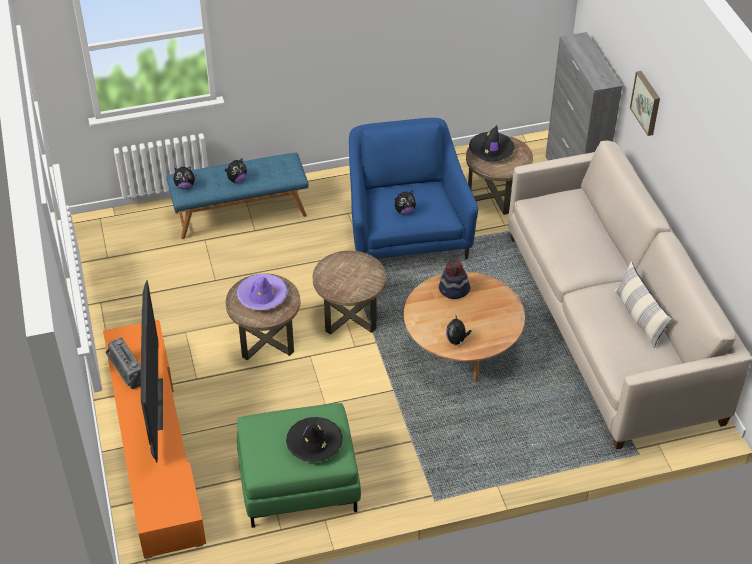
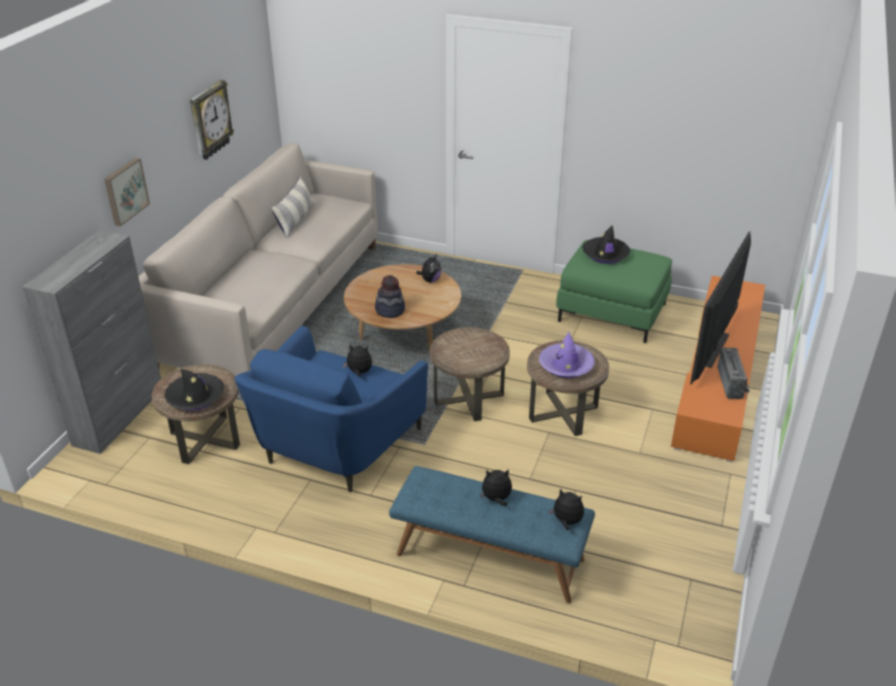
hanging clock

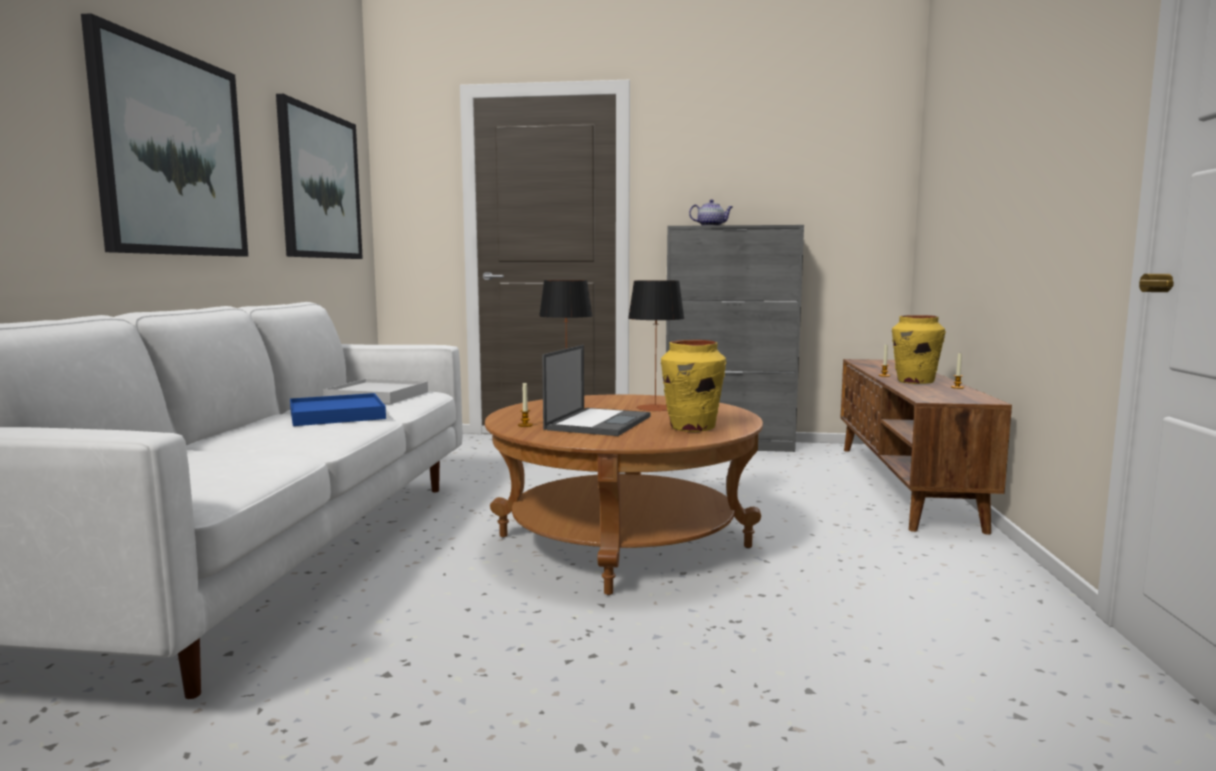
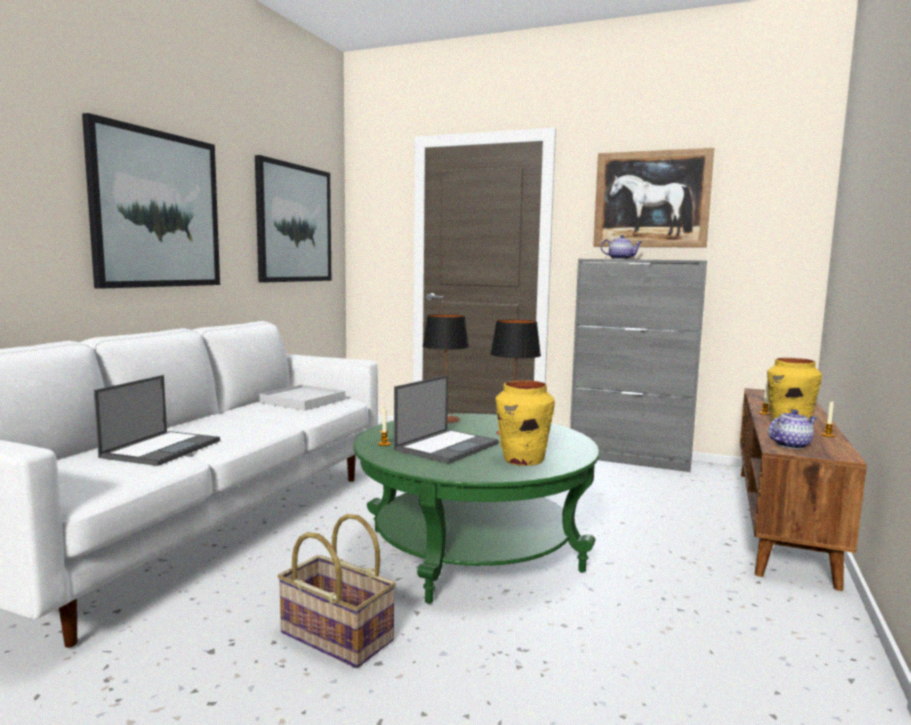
blue-coloured serving tray
notebook computer (1st from left)
storage basket
picture (3rd from left)
tea pot (2nd from left)
green low table

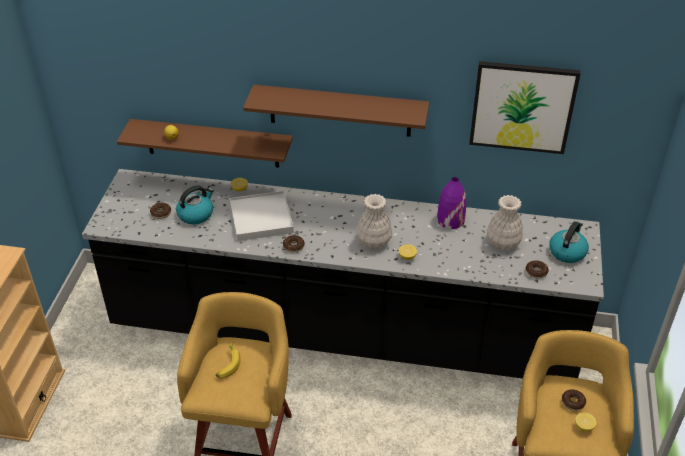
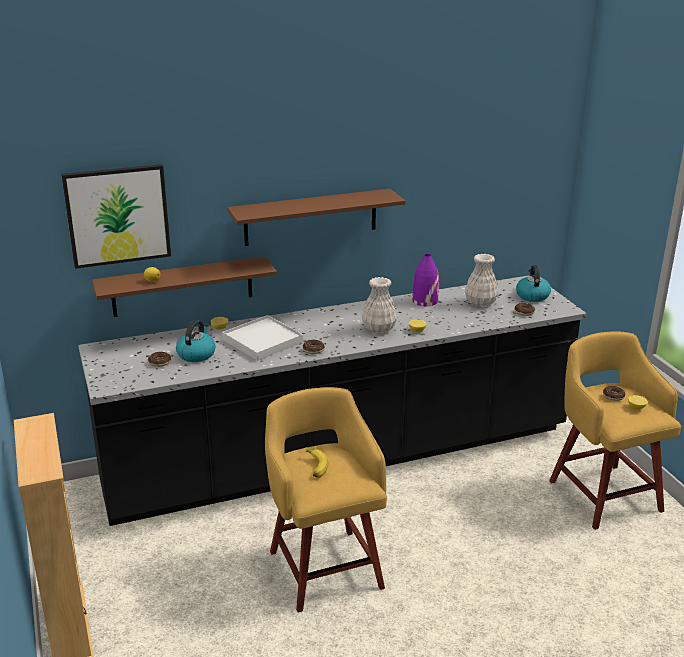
picture

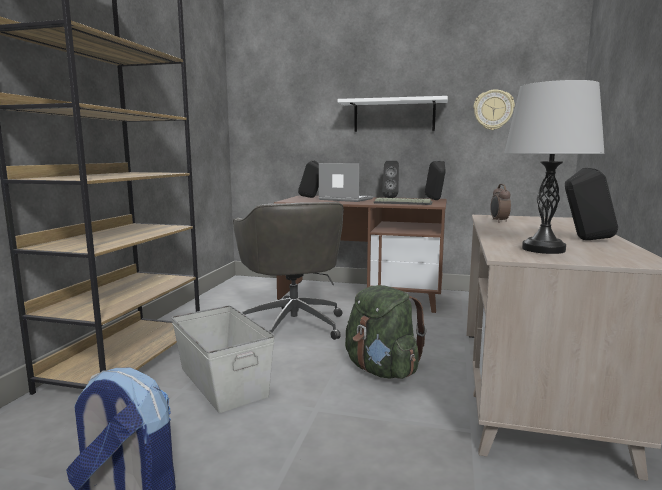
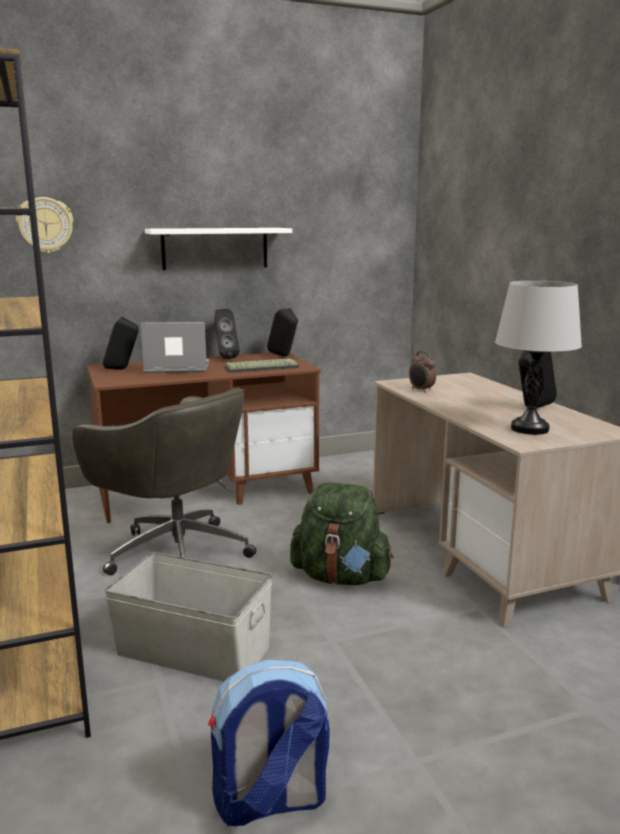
hanging clock

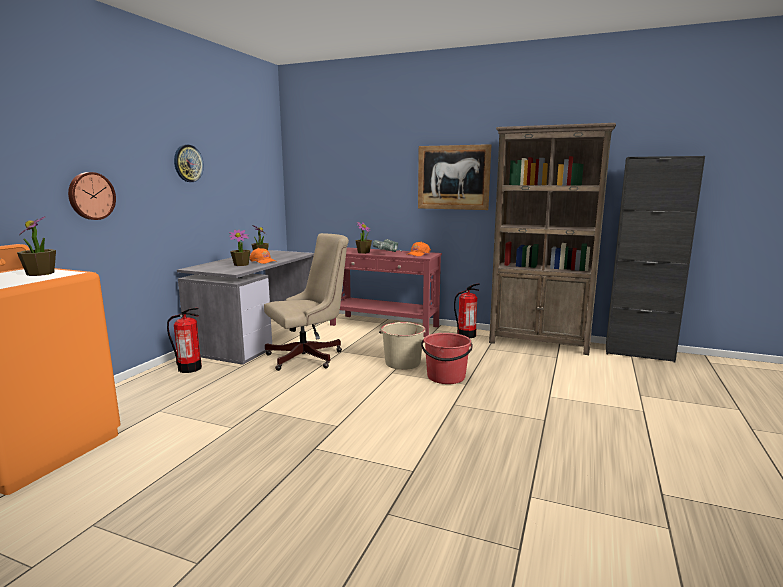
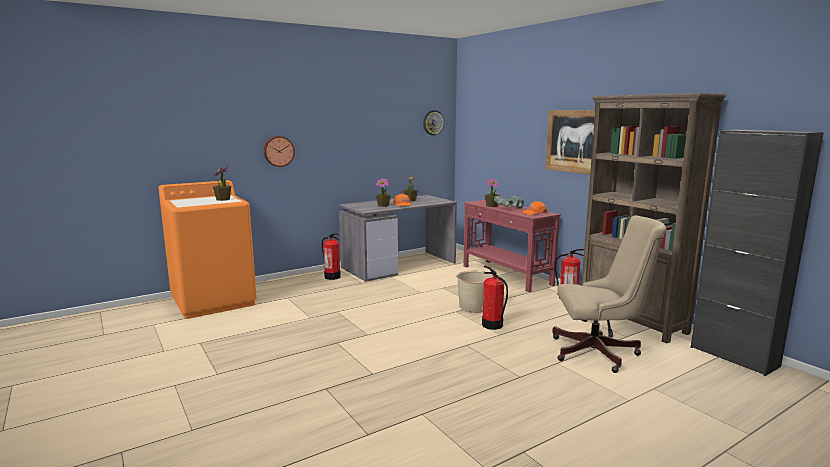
hanging clock (2nd from left)
beige desk chair
fire-fighting cylinder (2nd from left)

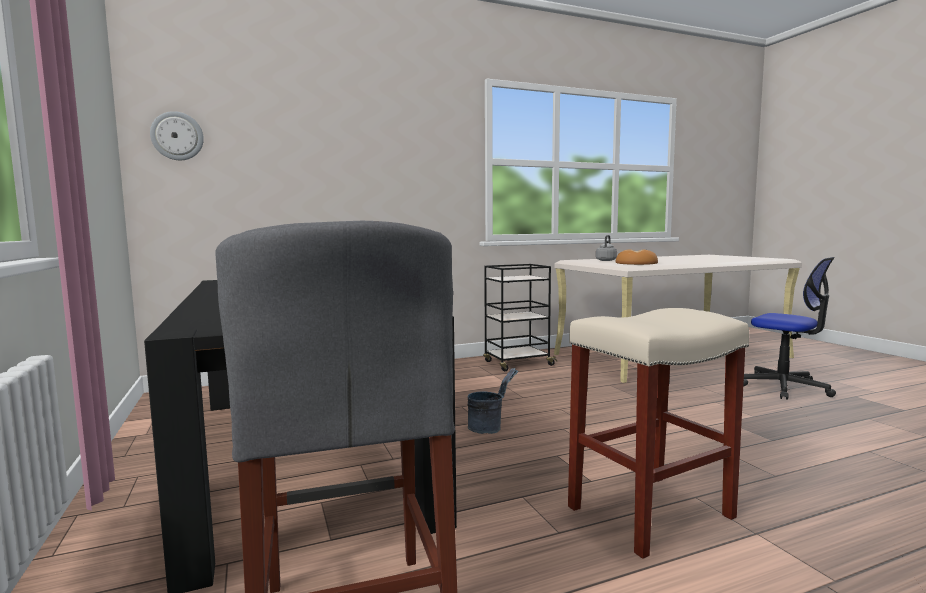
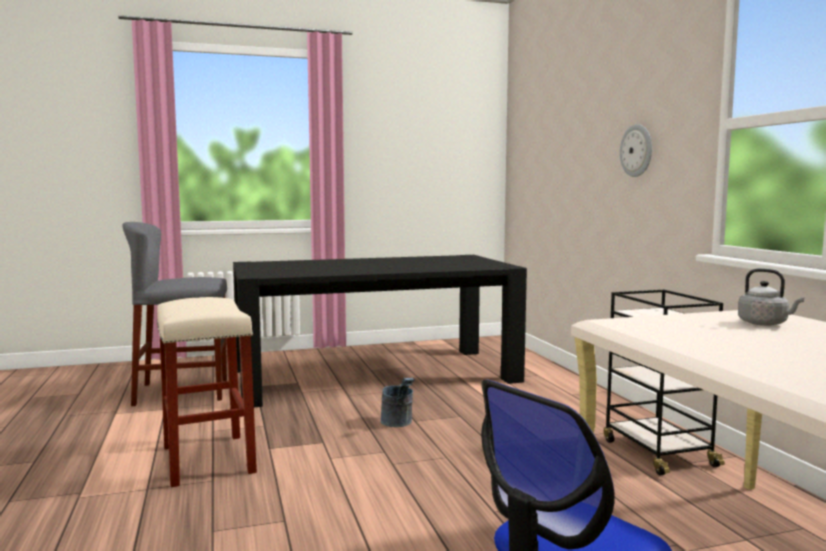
bread
hanging clock

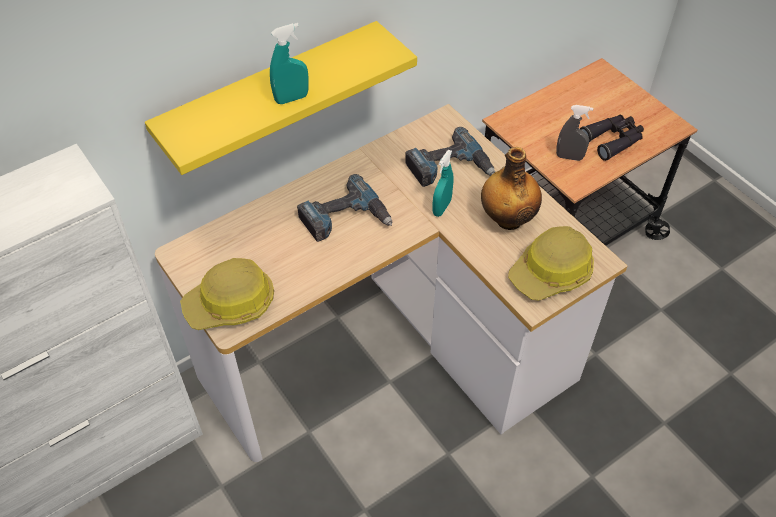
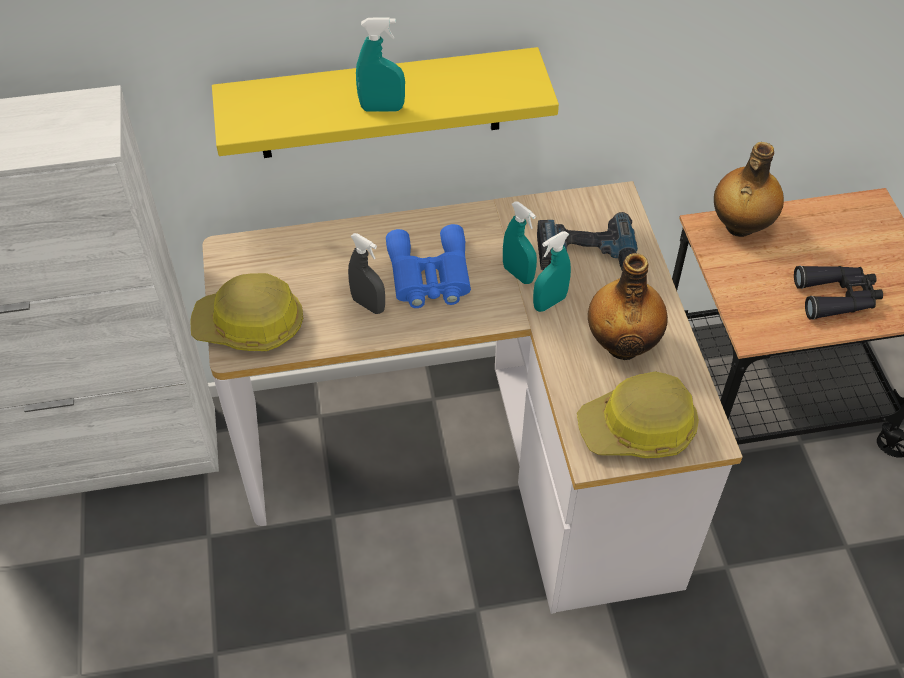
turquoise-coloured sprayer (2nd from left)
beverage bottle (2nd from left)
gray sprayer
blue-coloured binoculars

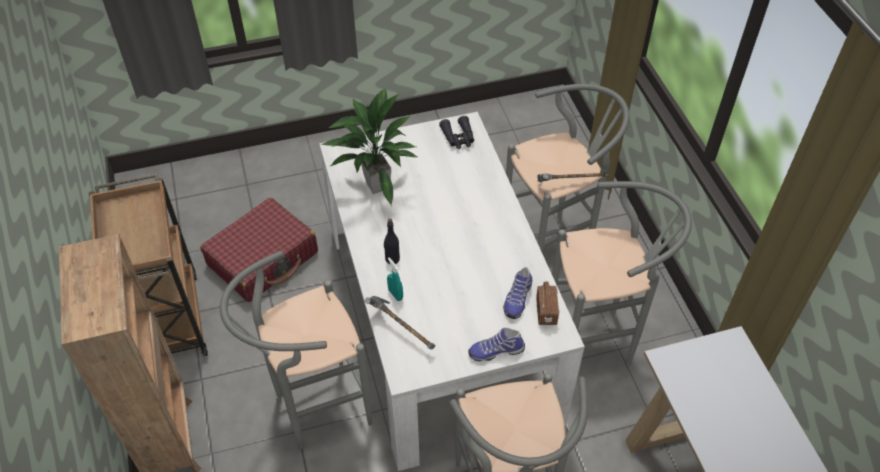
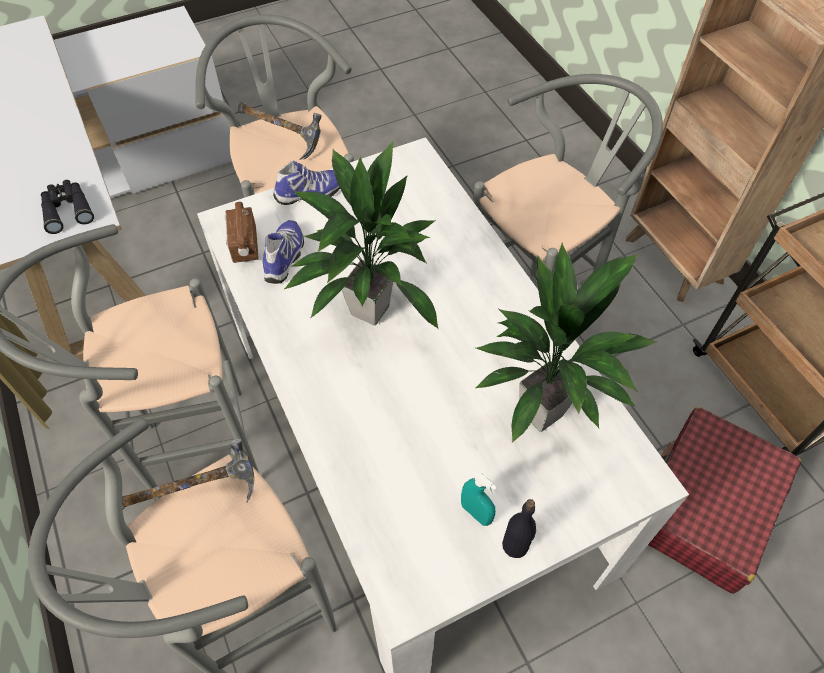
plant in a pot (1st from left)
hand hammer (2nd from left)
black beverage bottle
turquoise-coloured sprayer
black binoculars

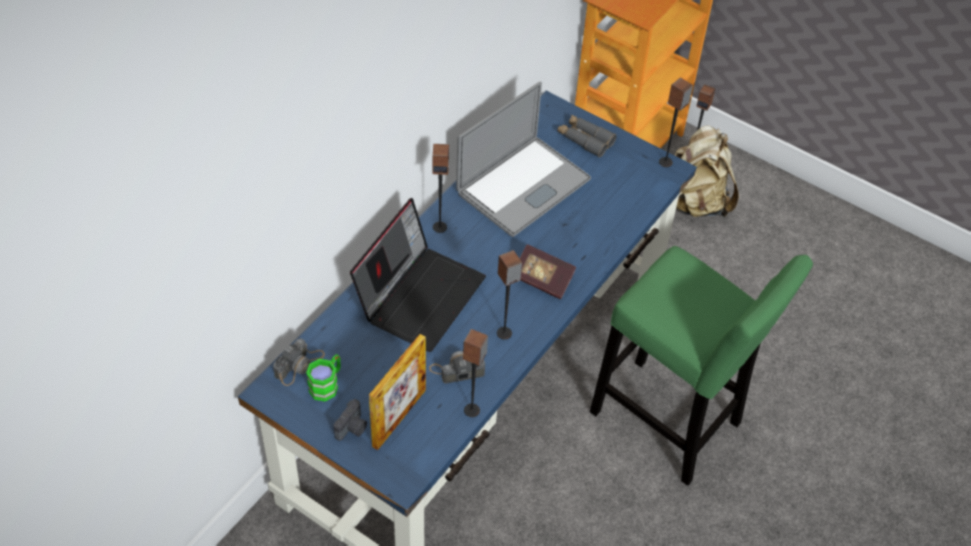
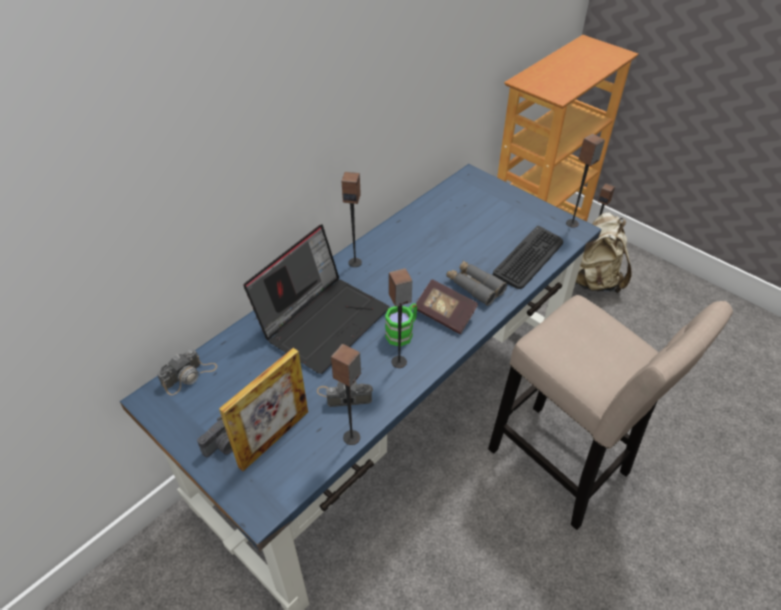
notebook computer (2nd from left in the first image)
computer keyboard
green tea mug
gray binoculars
beige stool seat

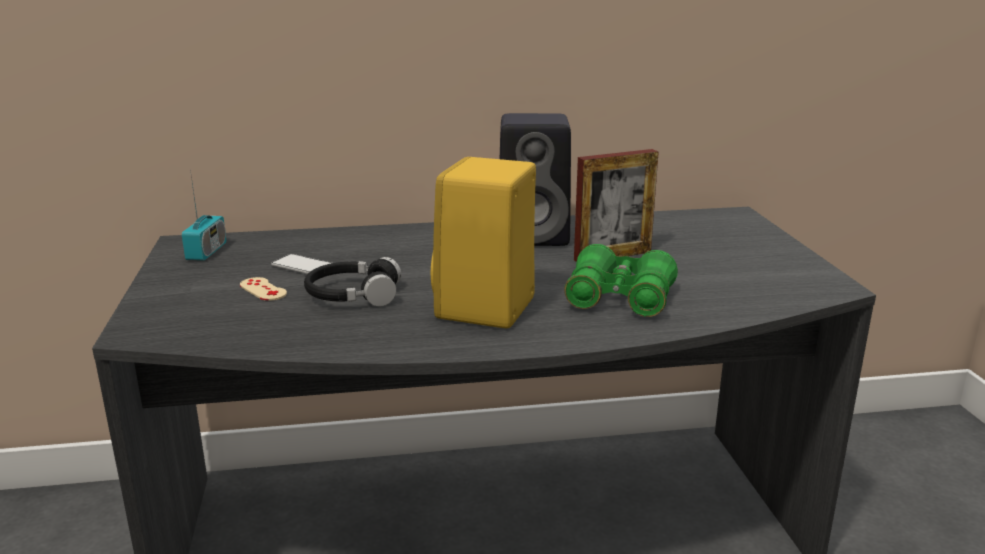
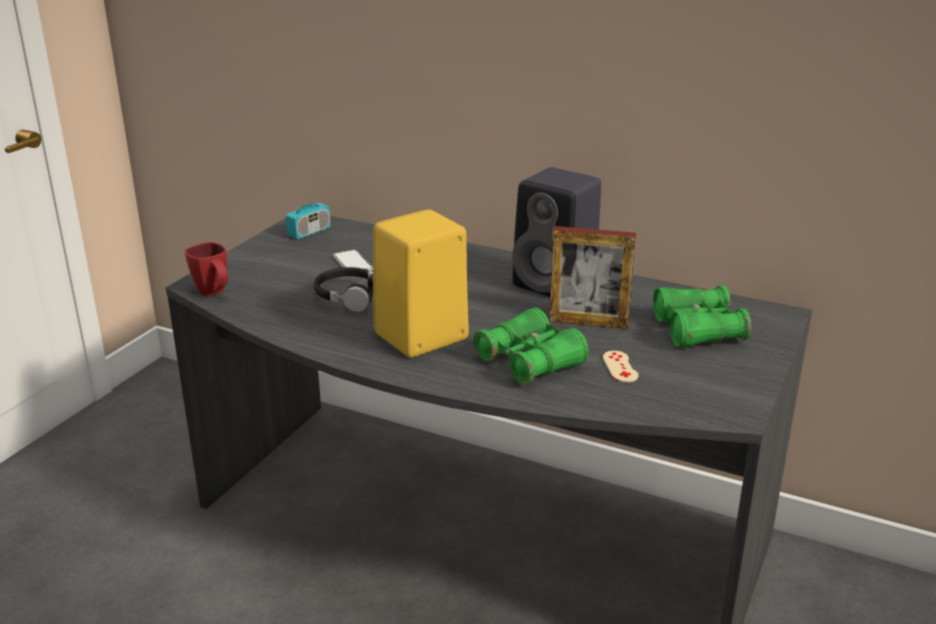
red tea mug
green binoculars (2nd from left)
beige game controller

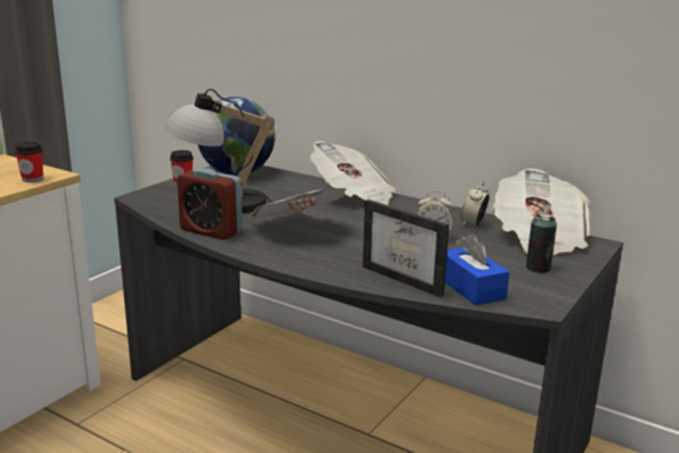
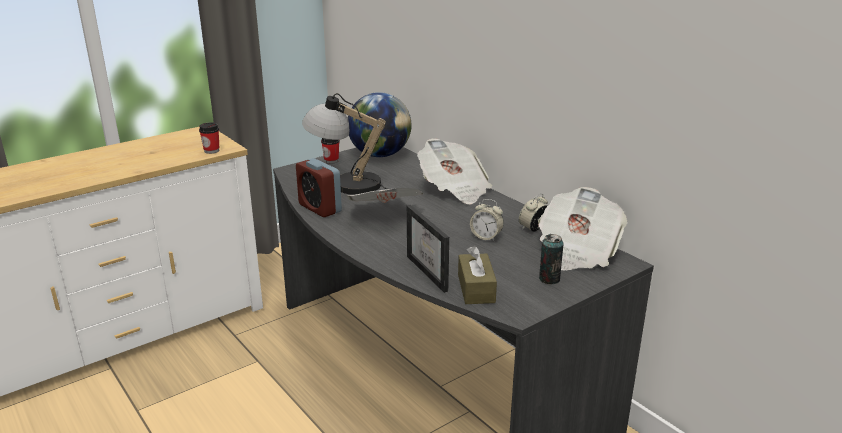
brown-coloured box of tissues

